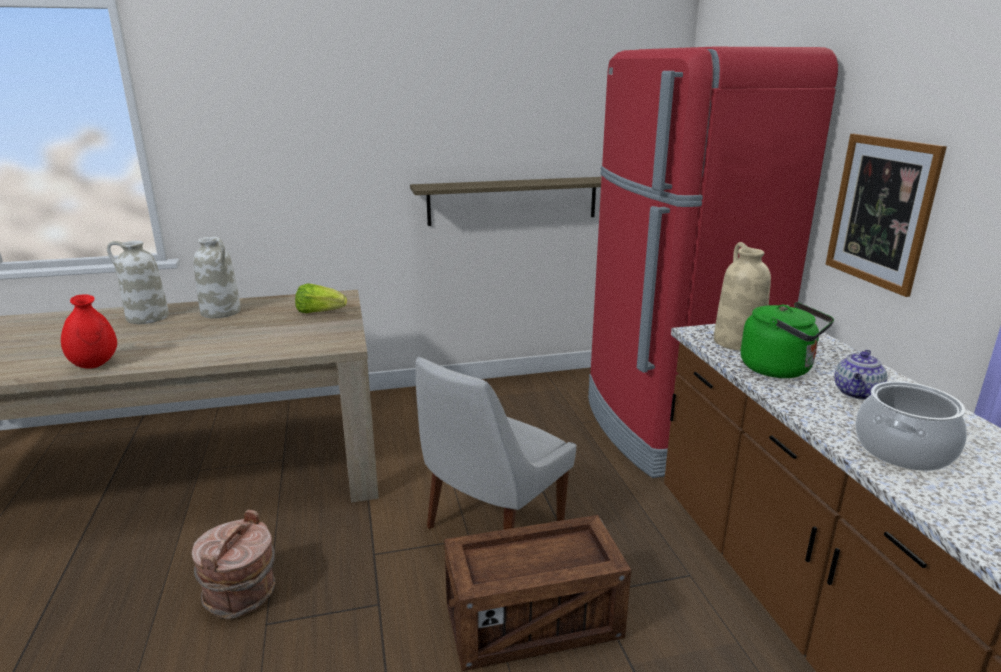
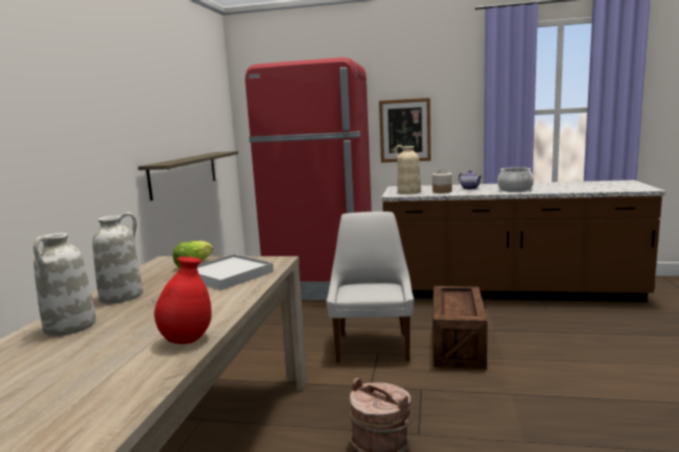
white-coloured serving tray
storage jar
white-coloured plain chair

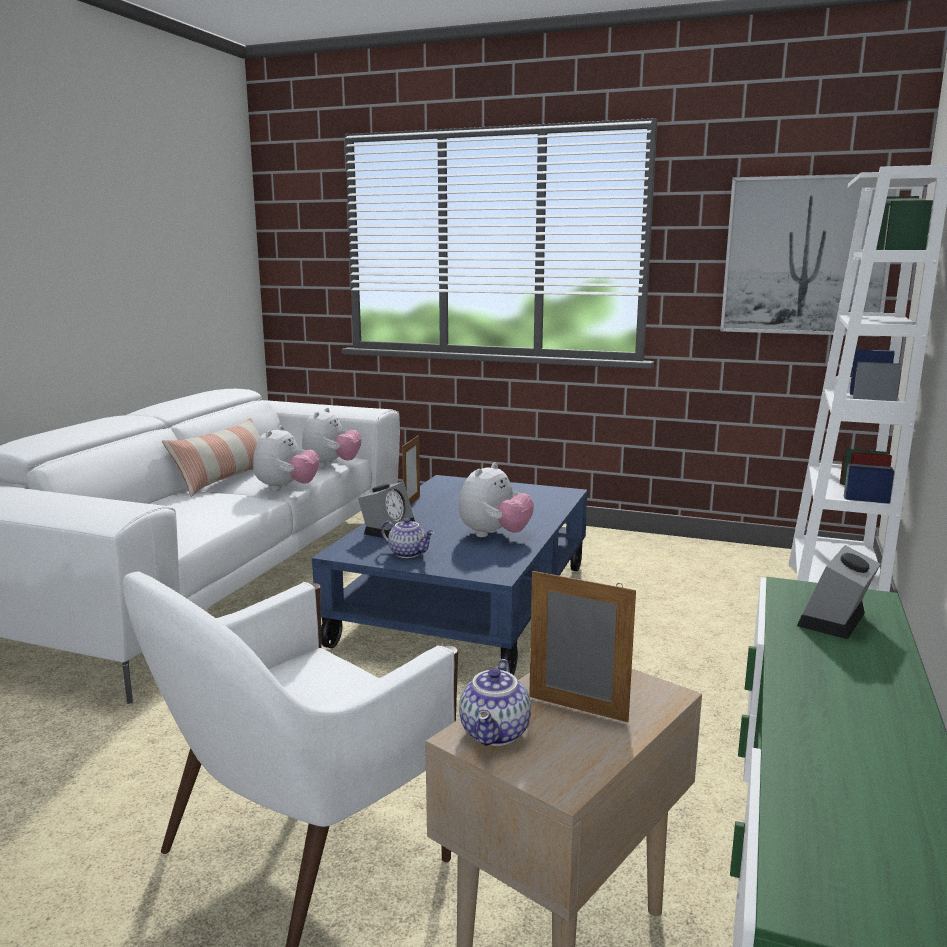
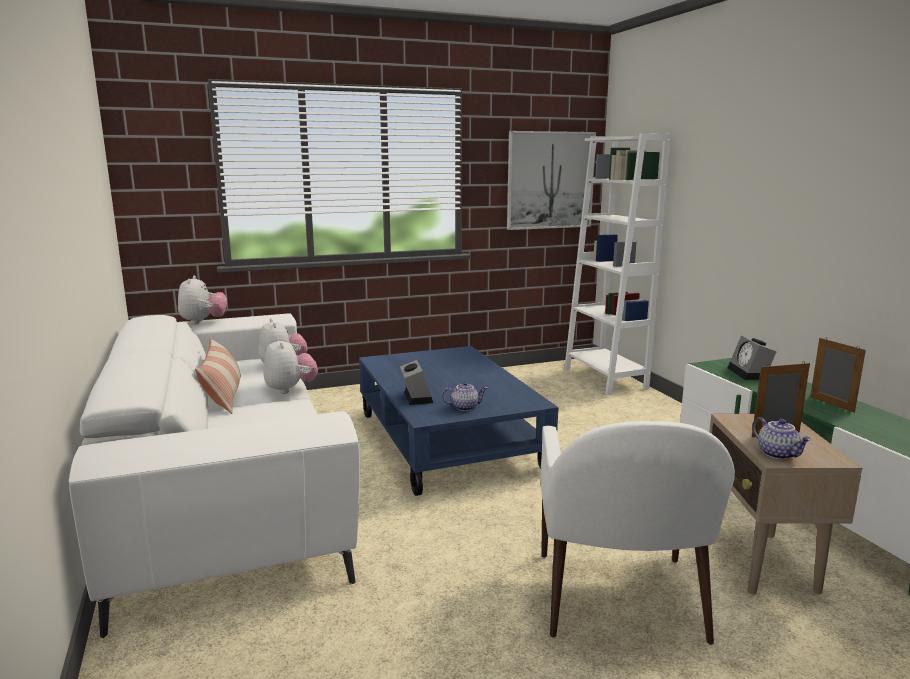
picture frame (2nd from left)
plush toy (1st from left)

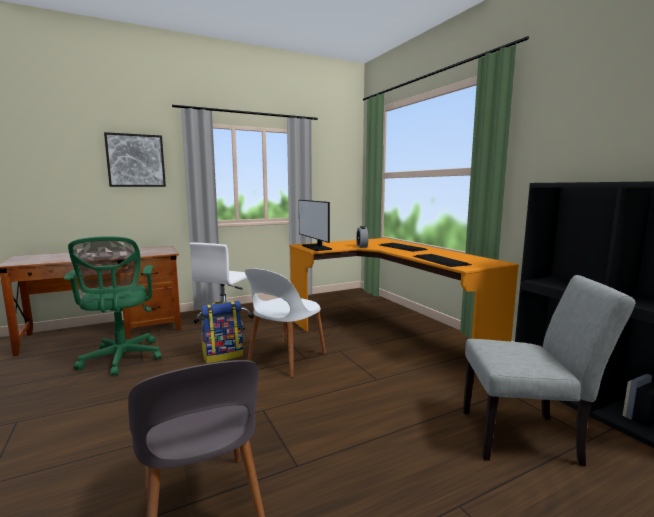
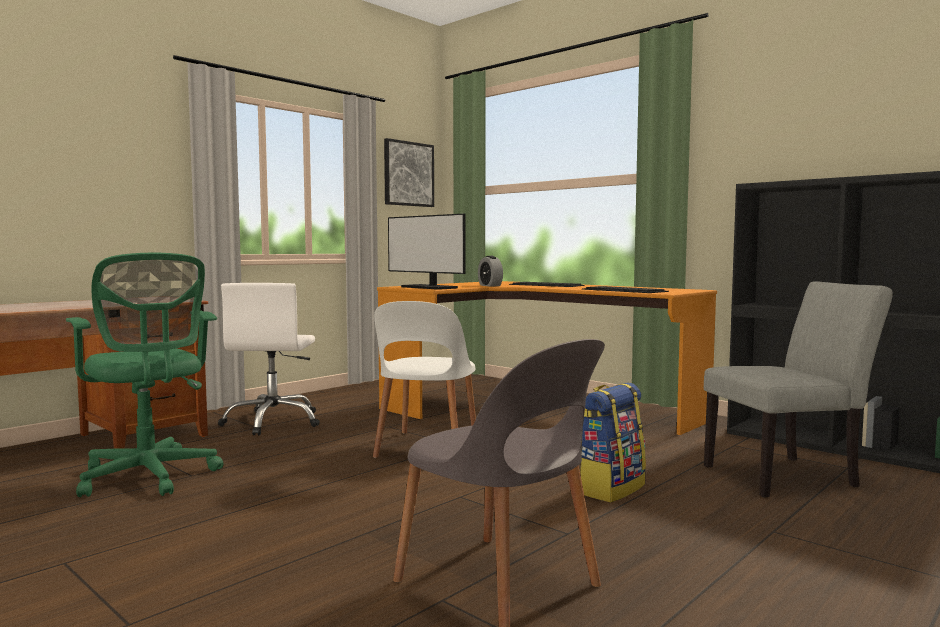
picture
knapsack

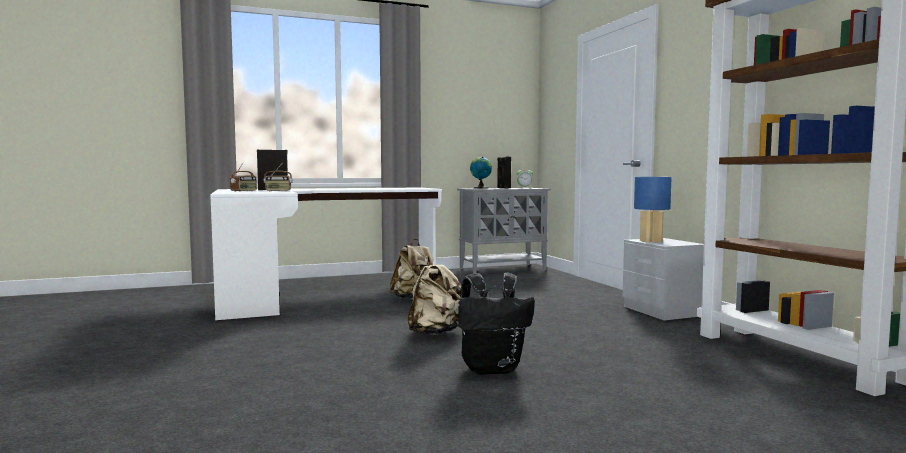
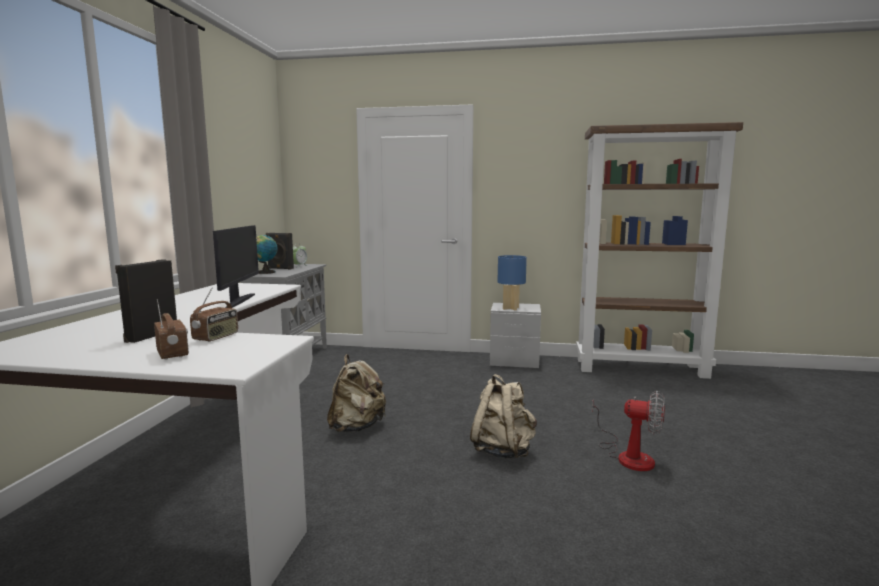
computer screen
cooling fan

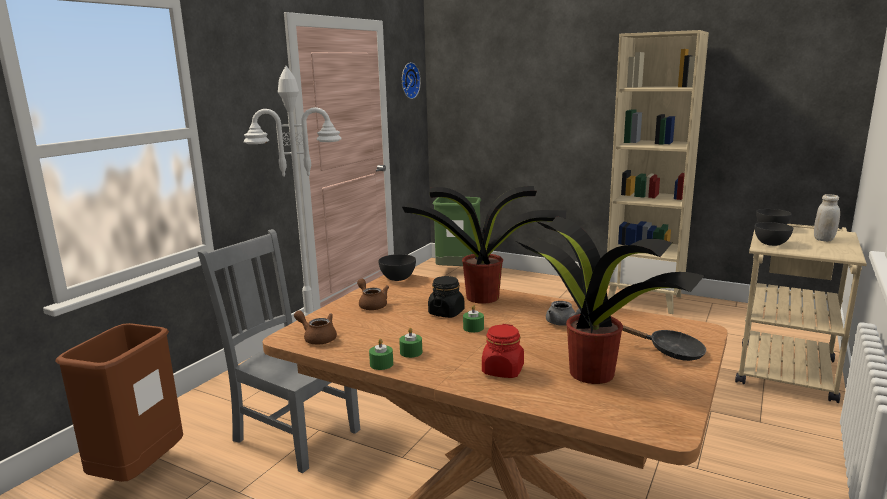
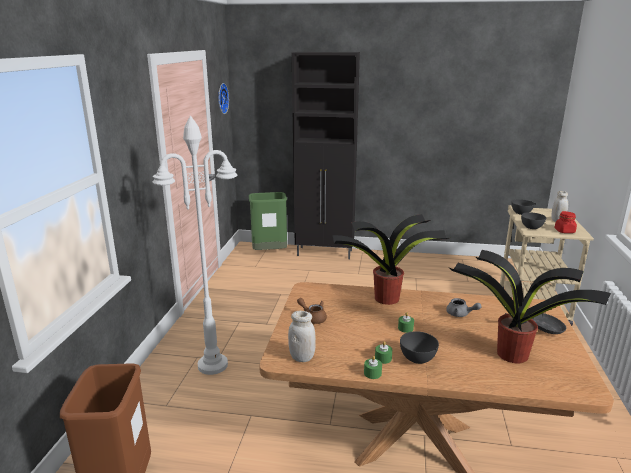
gray plain chair
black storage jar
beige shelving unit
black cabinet
gray serving bowl (1st from left)
red storage jar
white-coloured storage jar (1st from left)

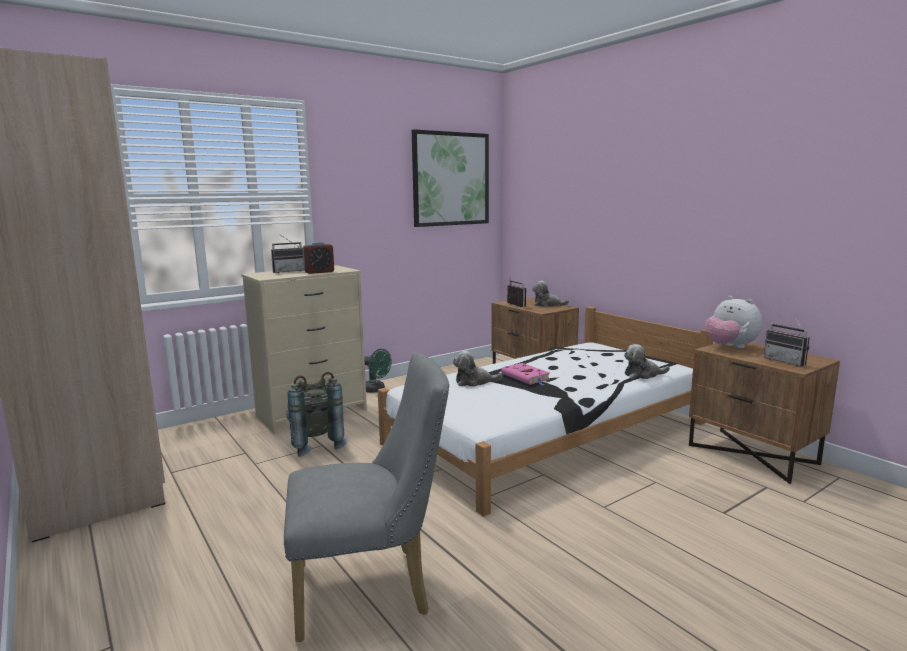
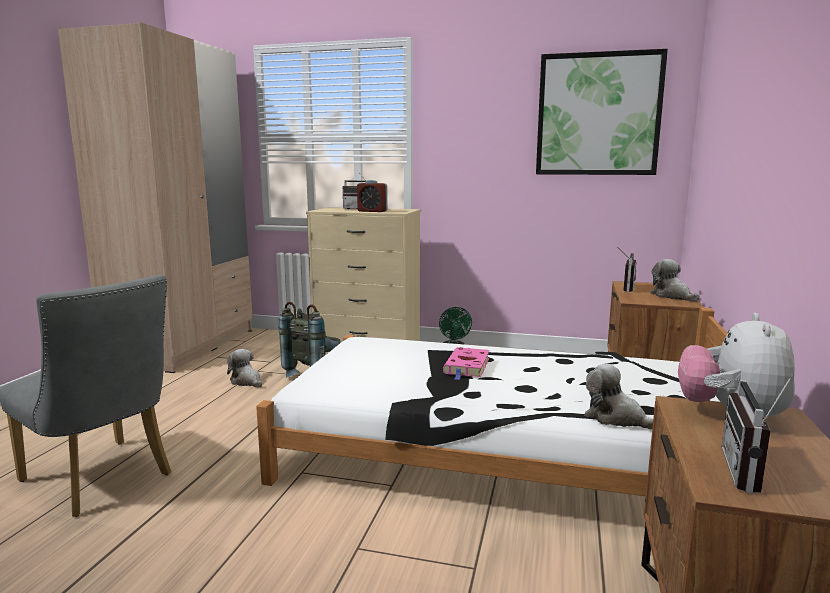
plush toy (1st from left)

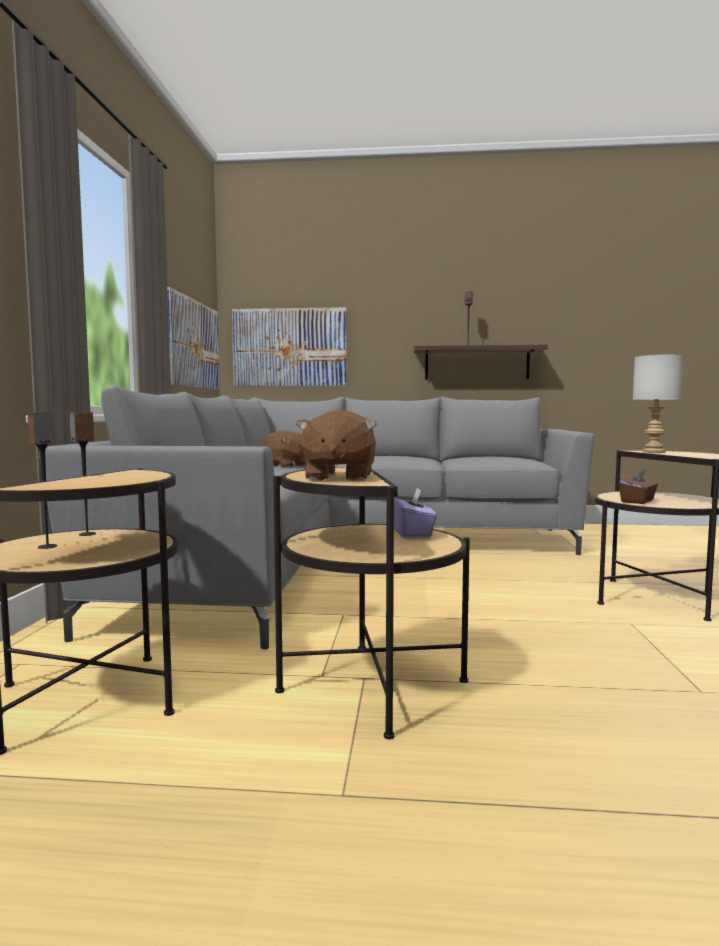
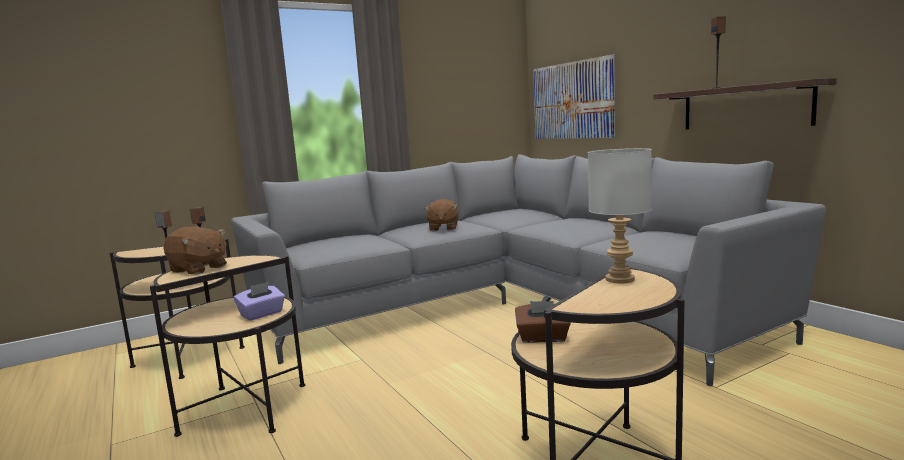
picture (1st from left in the first image)
brown-coloured plush toy (1st from left)

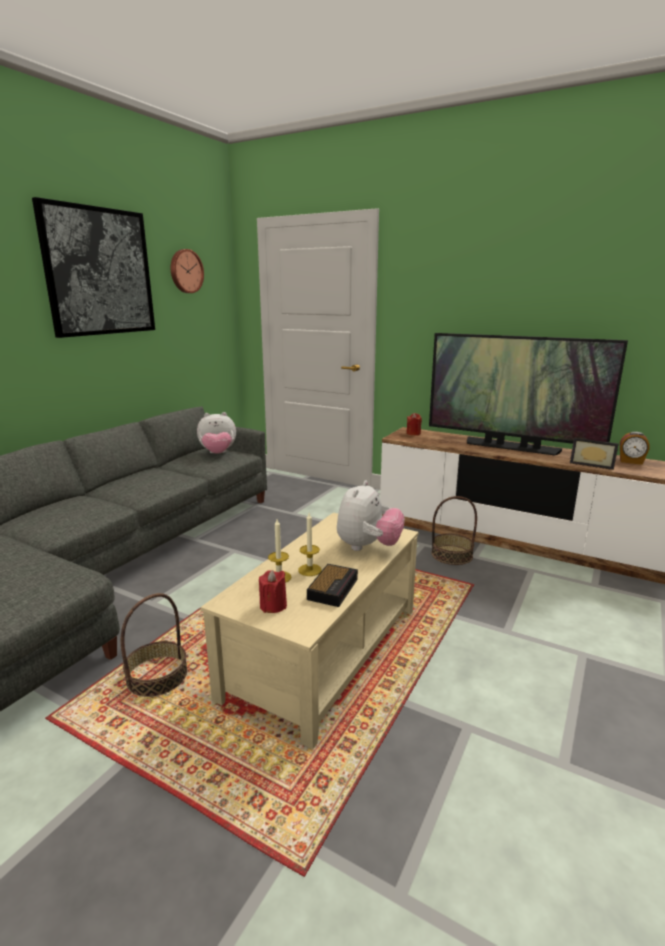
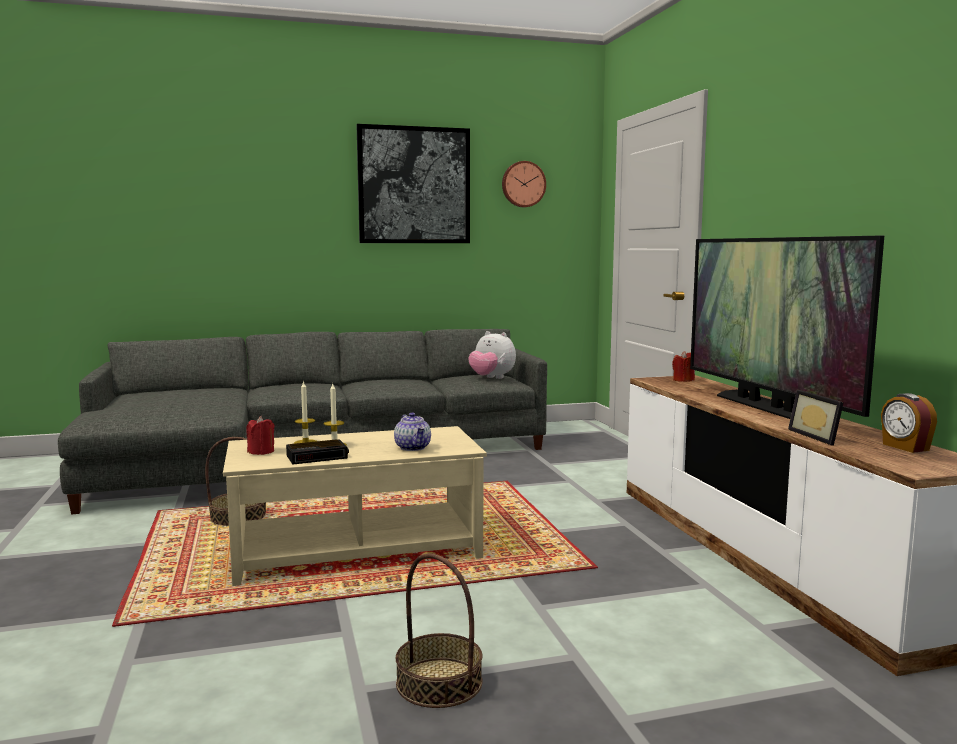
storage basket (2nd from left)
tea pot

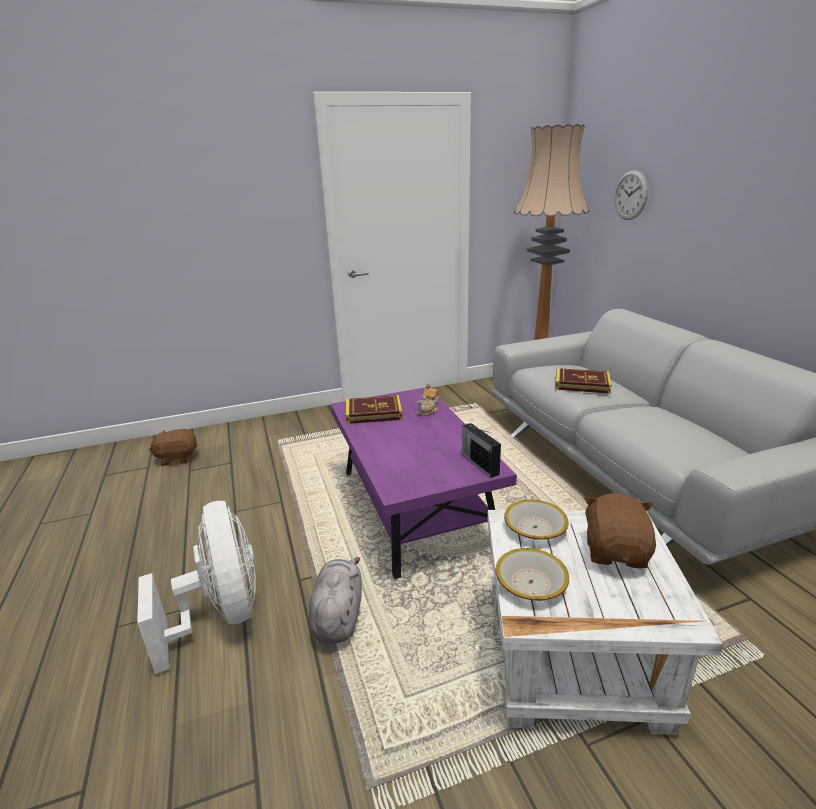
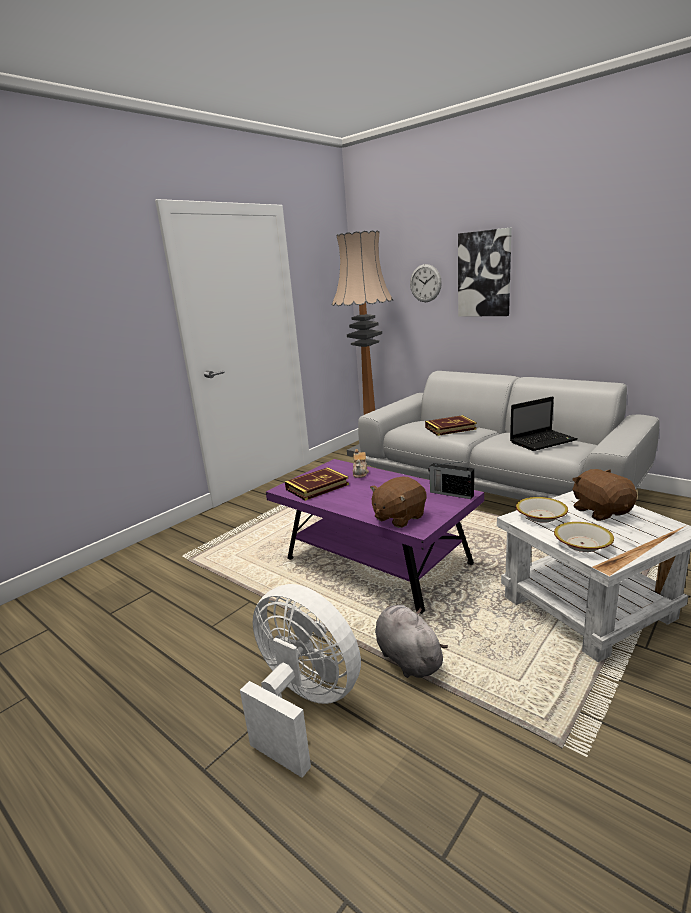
picture
notebook computer
brown-coloured plush toy (1st from left)

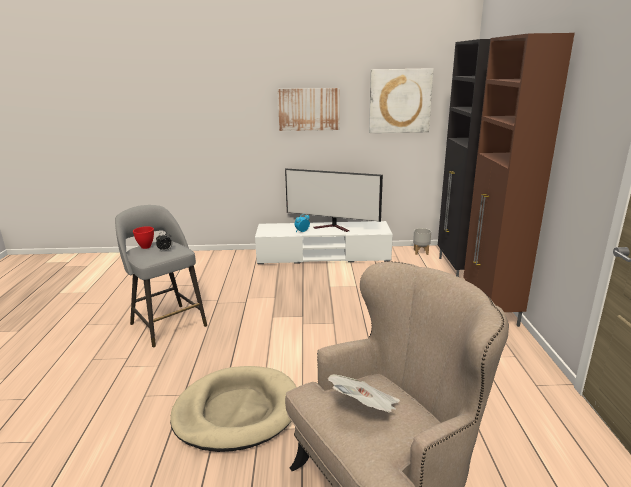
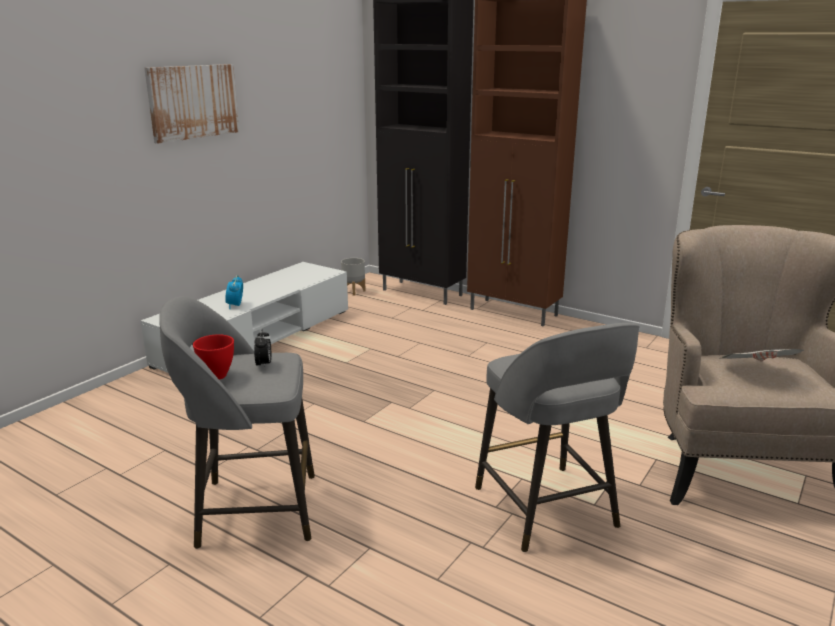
television
picture (2nd from left in the first image)
gray stool seat (2nd from left)

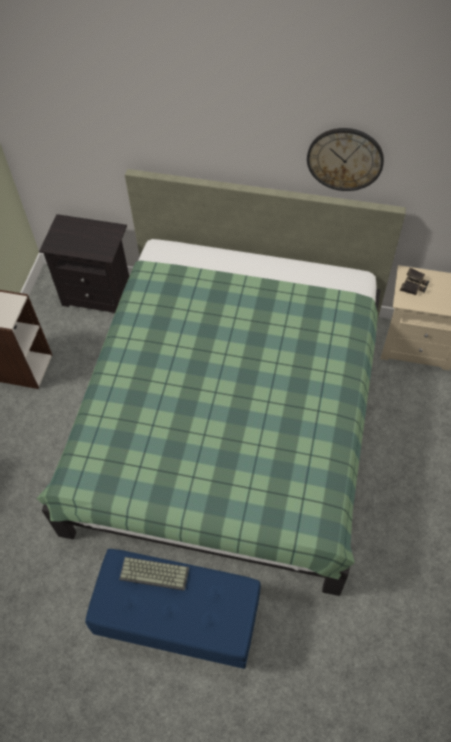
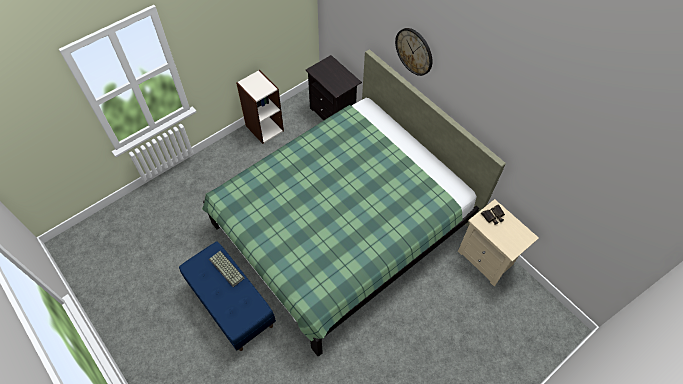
hanging clock

